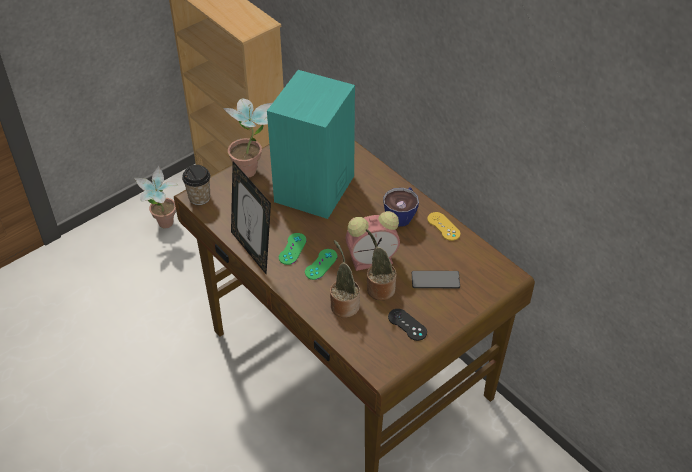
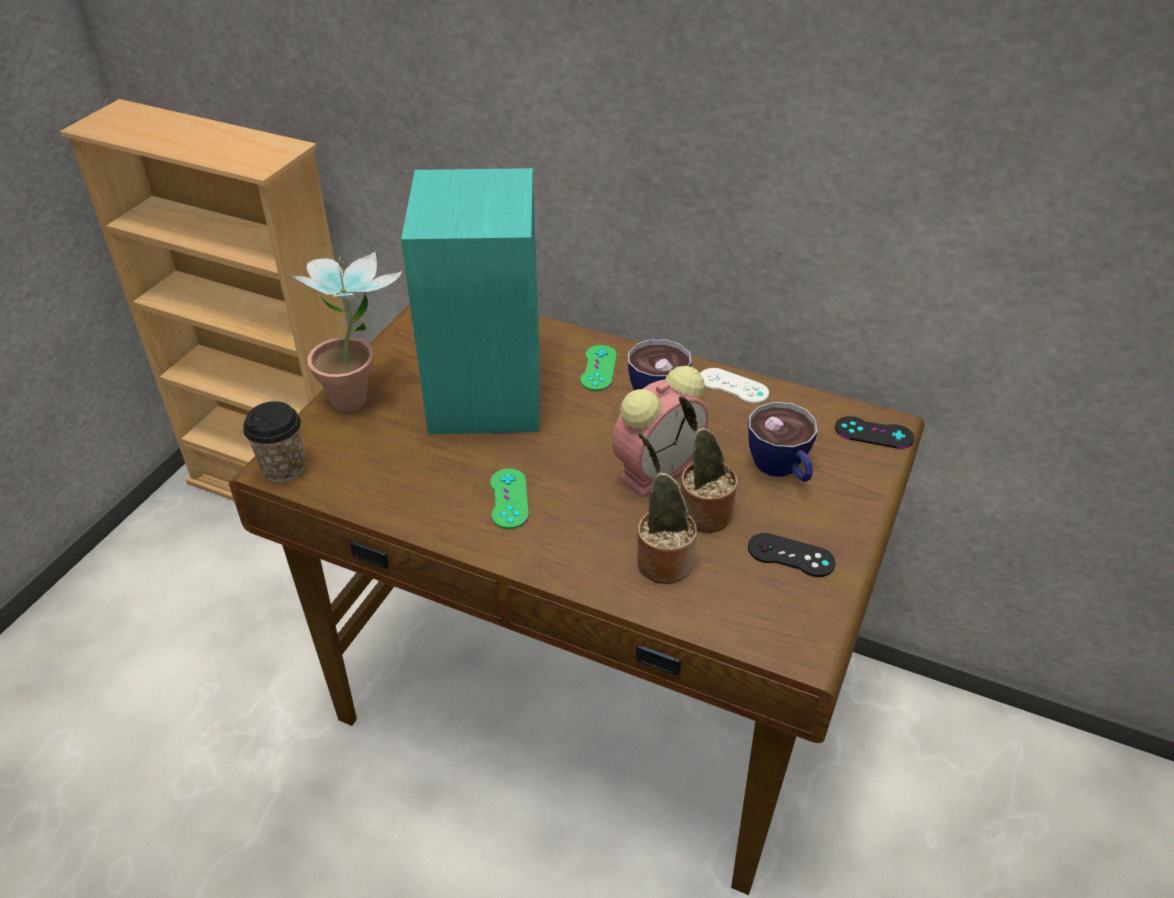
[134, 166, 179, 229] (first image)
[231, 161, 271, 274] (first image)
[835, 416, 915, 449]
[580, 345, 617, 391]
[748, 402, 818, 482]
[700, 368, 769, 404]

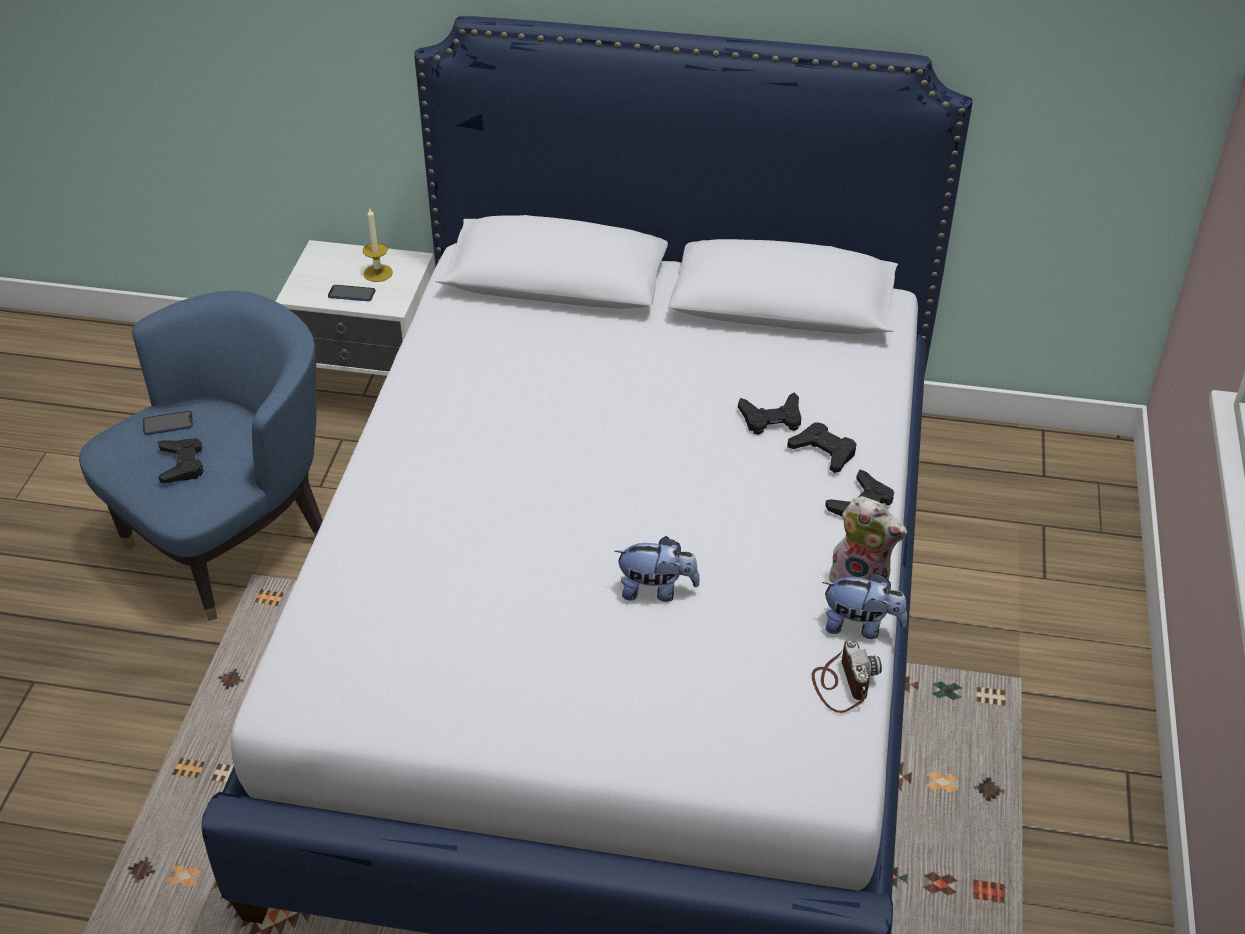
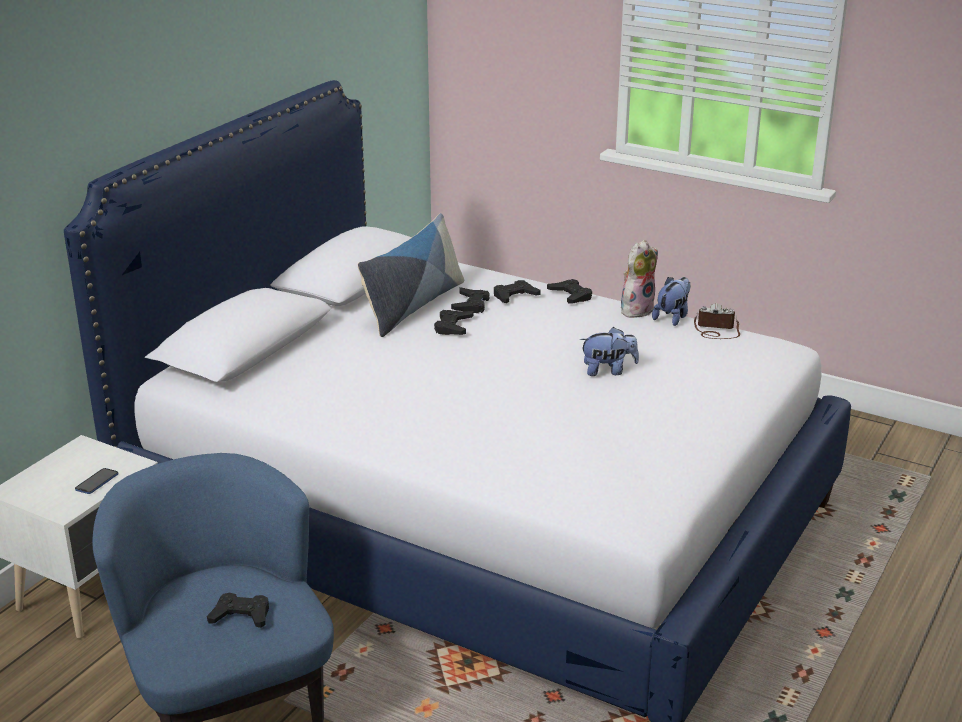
[143, 411, 193, 435] (first image)
[363, 207, 393, 282] (first image)
[358, 213, 464, 337]
[434, 310, 474, 335]
[580, 327, 639, 376]

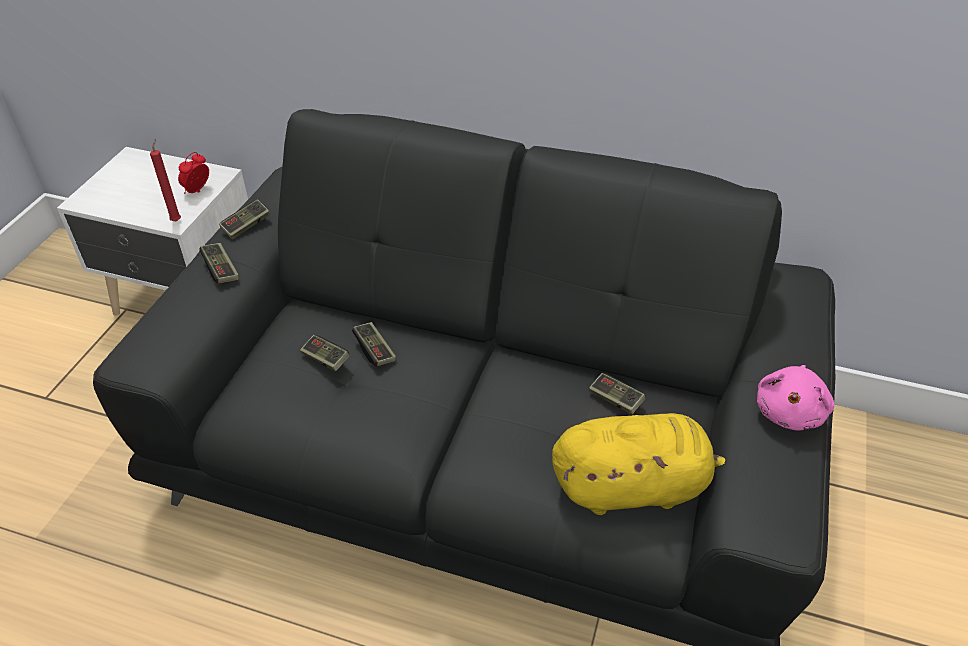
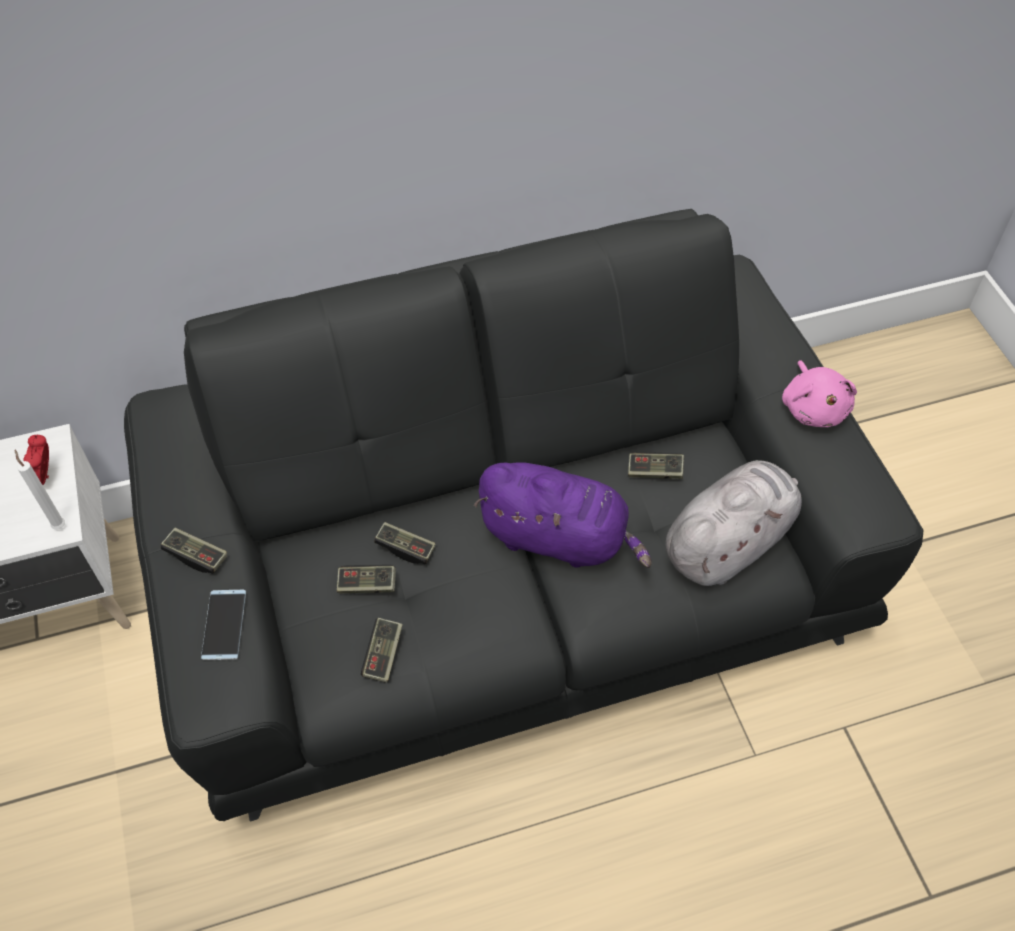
[201, 590, 246, 660]
[474, 462, 652, 568]
[361, 618, 403, 683]
[15, 450, 65, 530]
[665, 460, 802, 586]

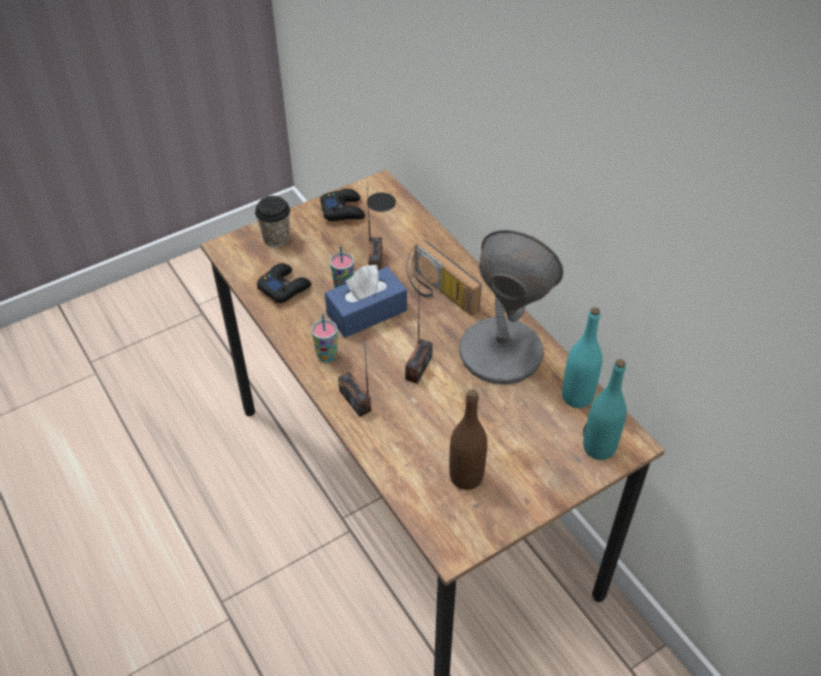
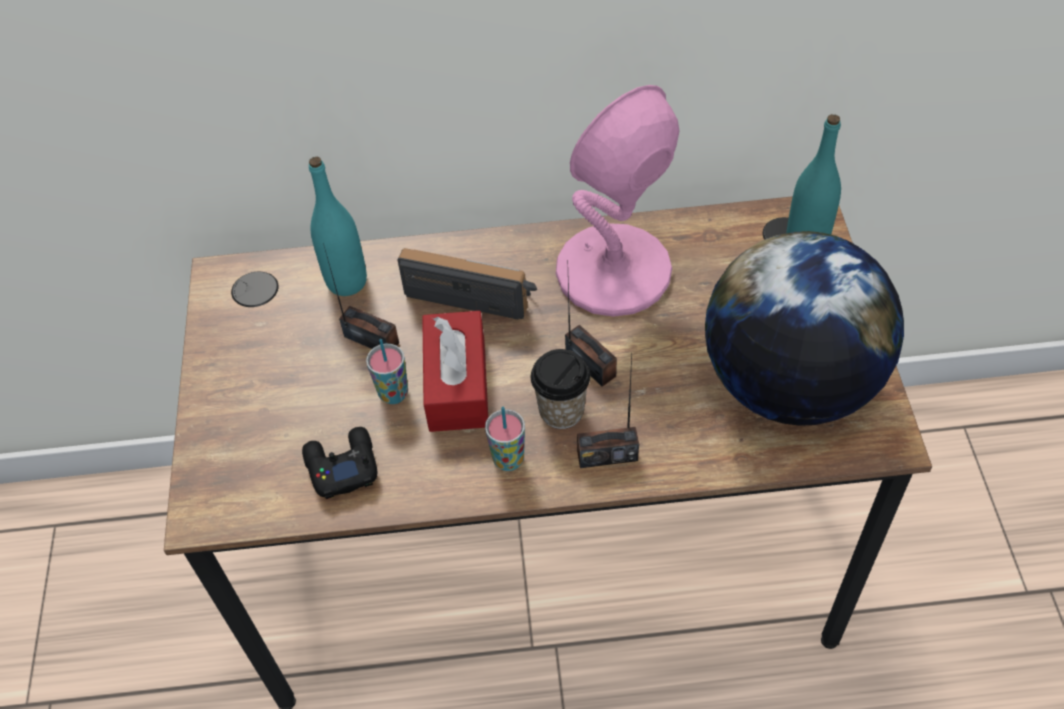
[320, 189, 365, 221] (first image)
[531, 349, 590, 429]
[309, 157, 367, 296]
[705, 231, 904, 426]
[422, 311, 488, 432]
[556, 85, 680, 317]
[398, 248, 538, 319]

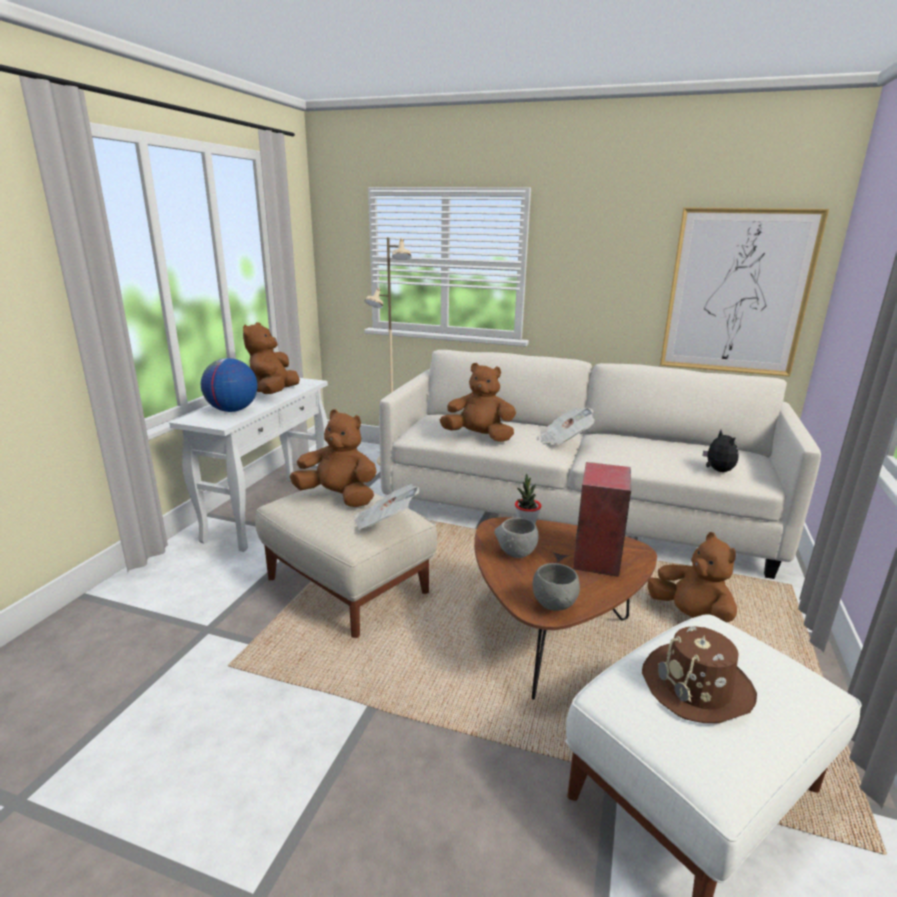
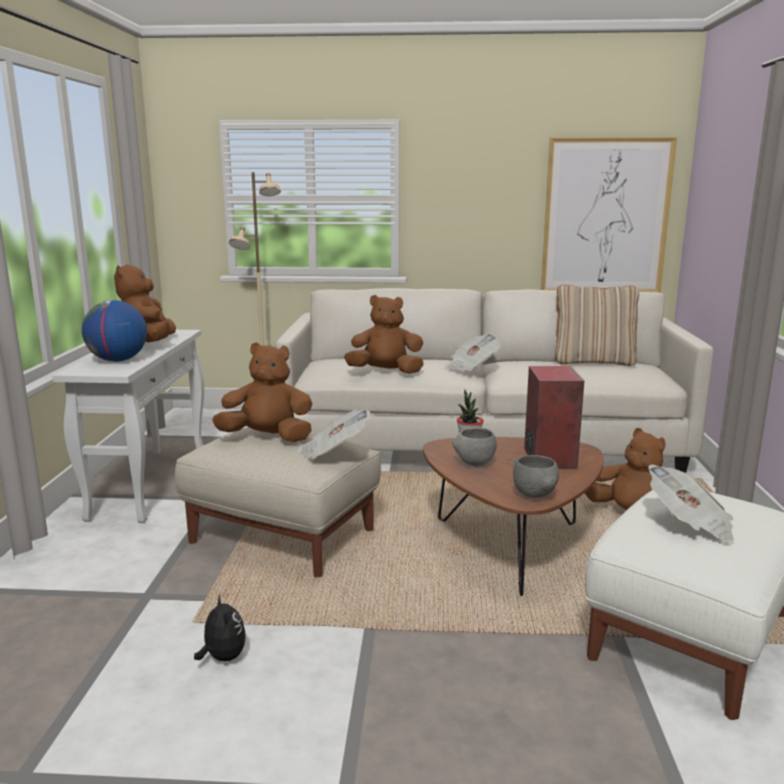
[555, 285, 639, 366]
[194, 594, 246, 661]
[648, 464, 734, 544]

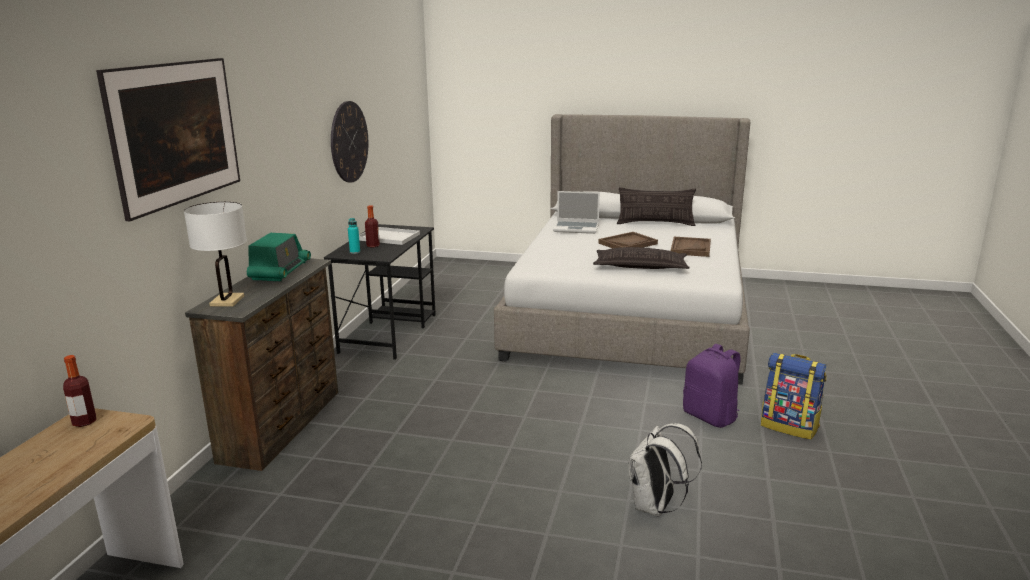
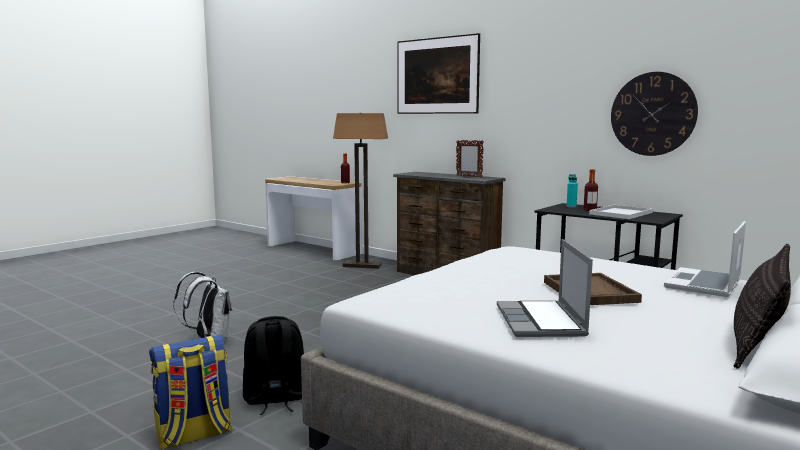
[184, 202, 247, 307] (first image)
[593, 247, 689, 269] (first image)
[333, 113, 388, 269]
[456, 140, 483, 178]
[497, 239, 593, 337]
[243, 316, 304, 415]

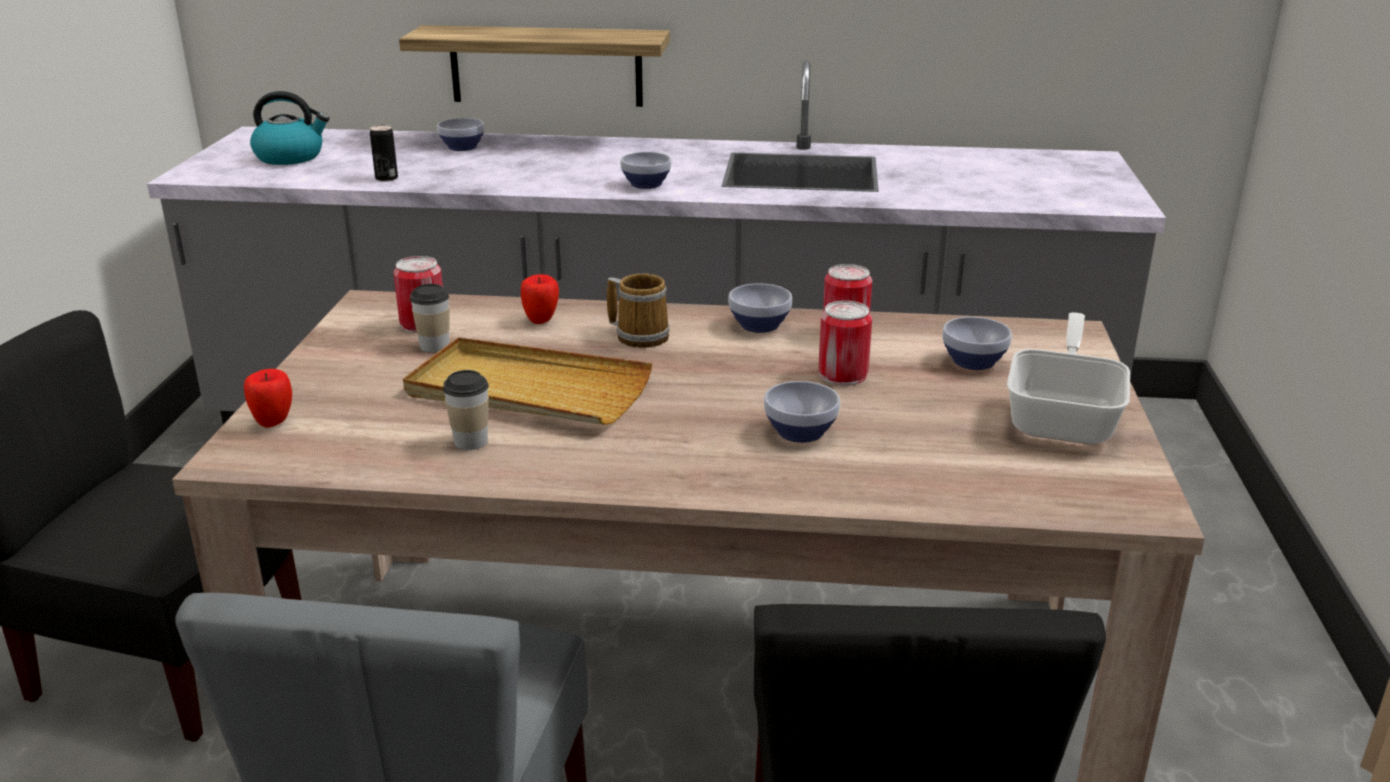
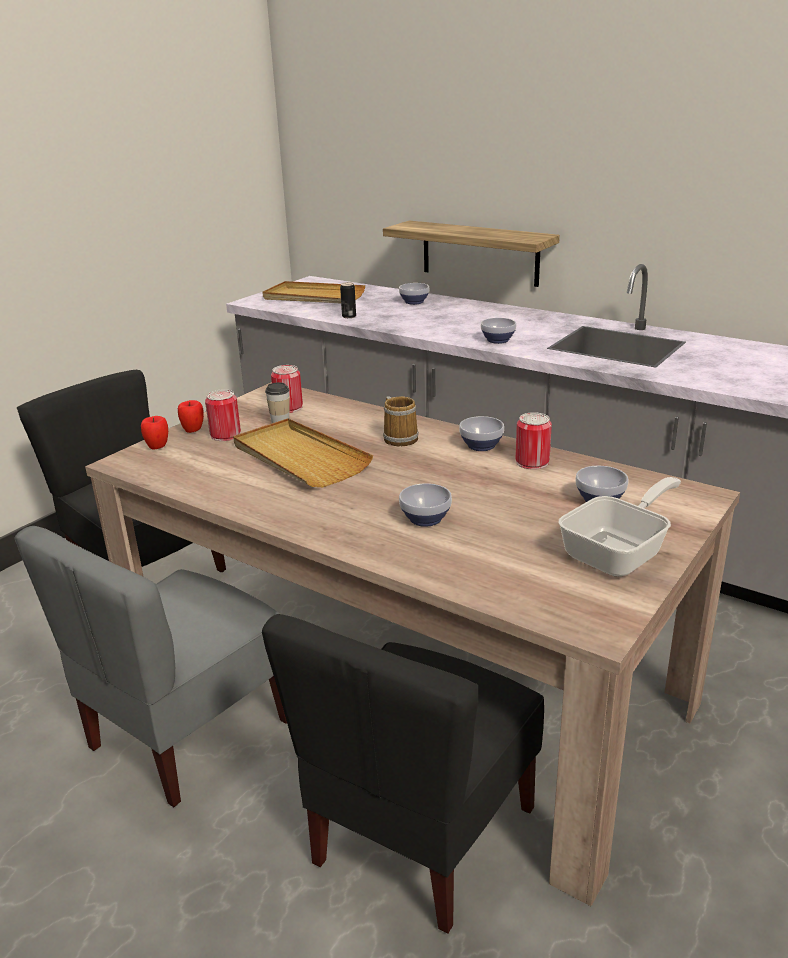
[443, 370, 489, 450] (first image)
[178, 400, 204, 433]
[205, 389, 241, 441]
[262, 281, 365, 303]

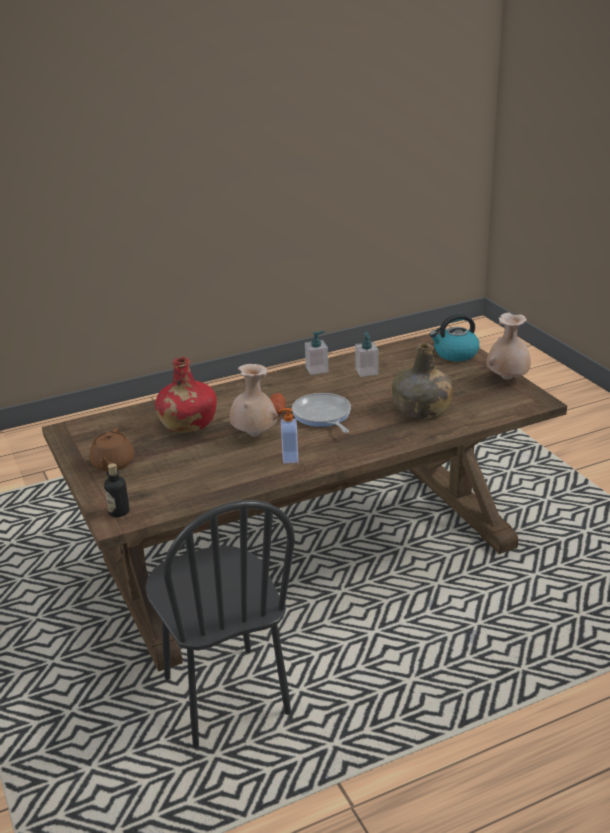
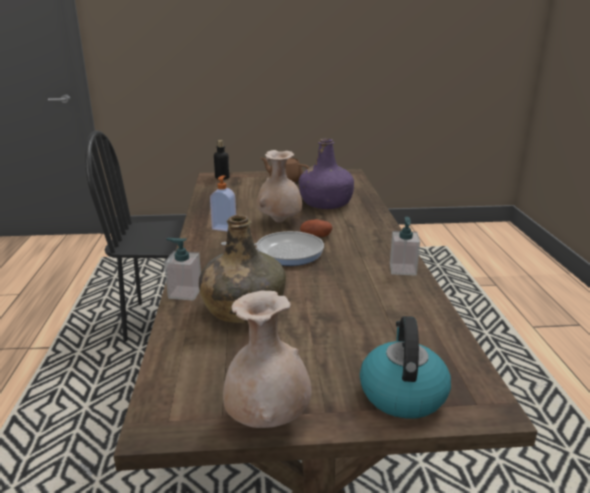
[164, 238, 201, 301]
[298, 139, 354, 209]

